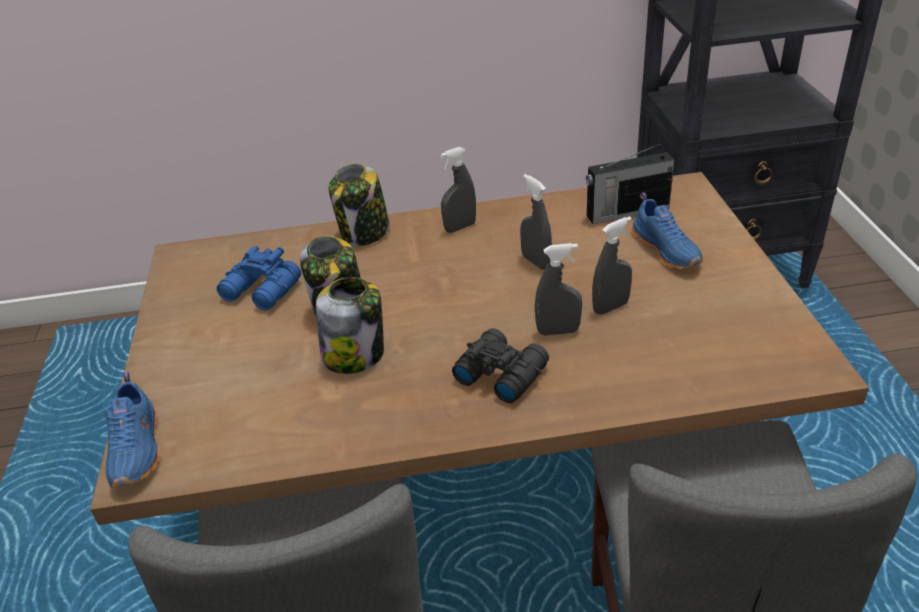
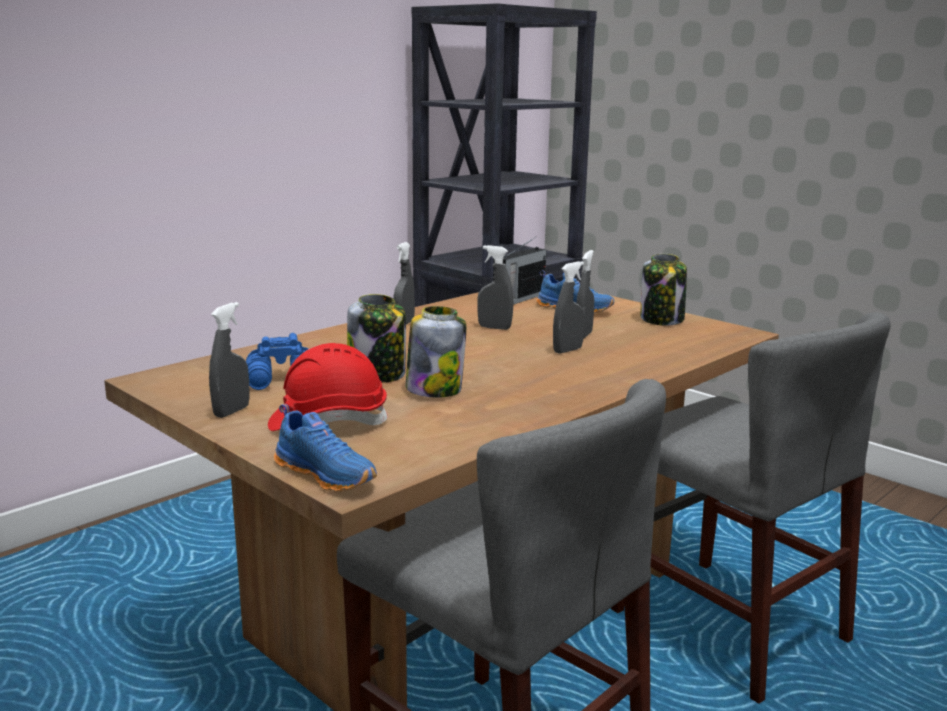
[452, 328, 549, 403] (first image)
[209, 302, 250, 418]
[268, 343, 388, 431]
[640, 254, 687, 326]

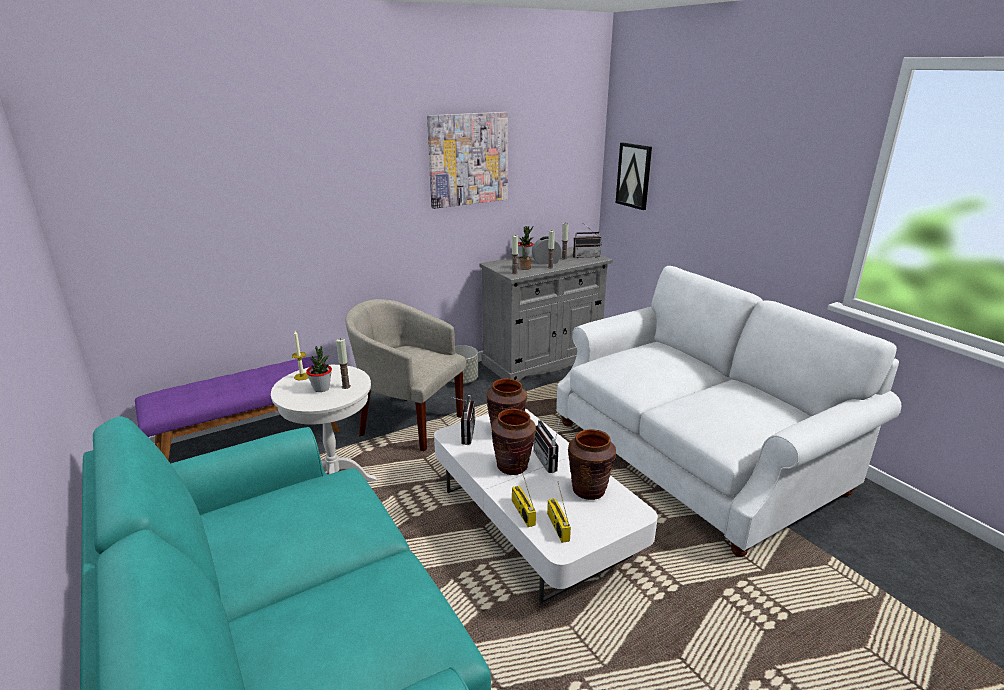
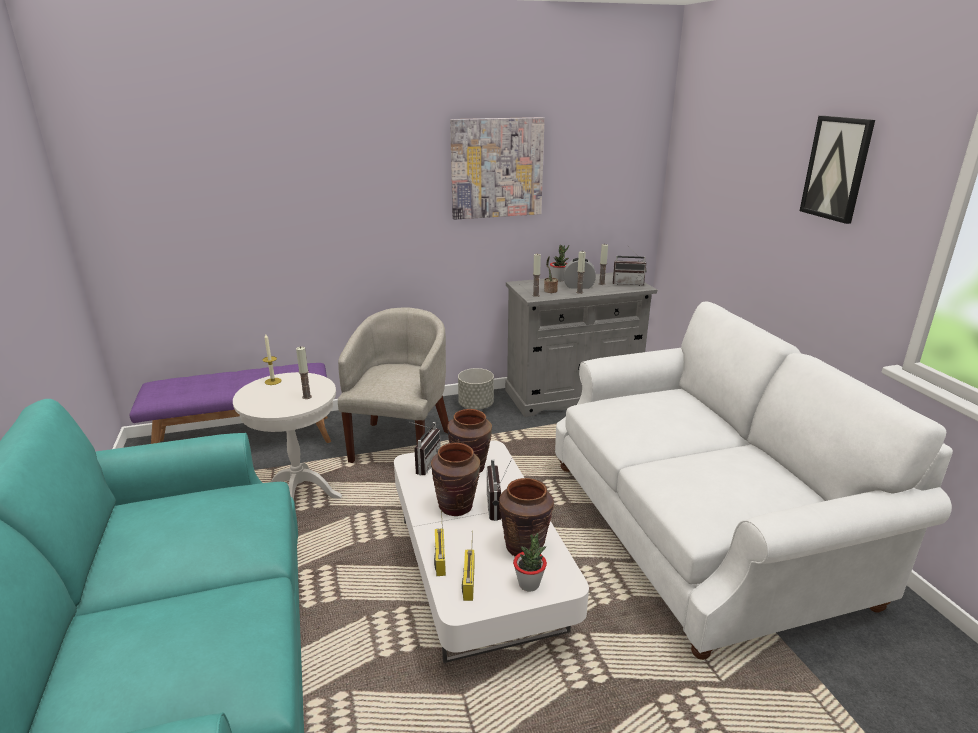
[513, 533, 547, 592]
[800, 116, 875, 224]
[338, 308, 449, 463]

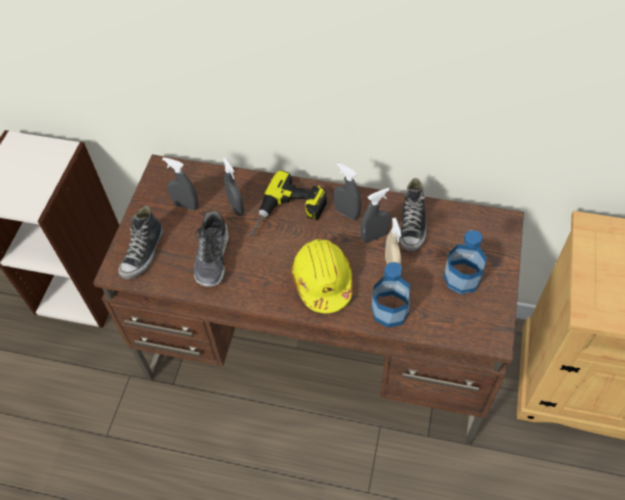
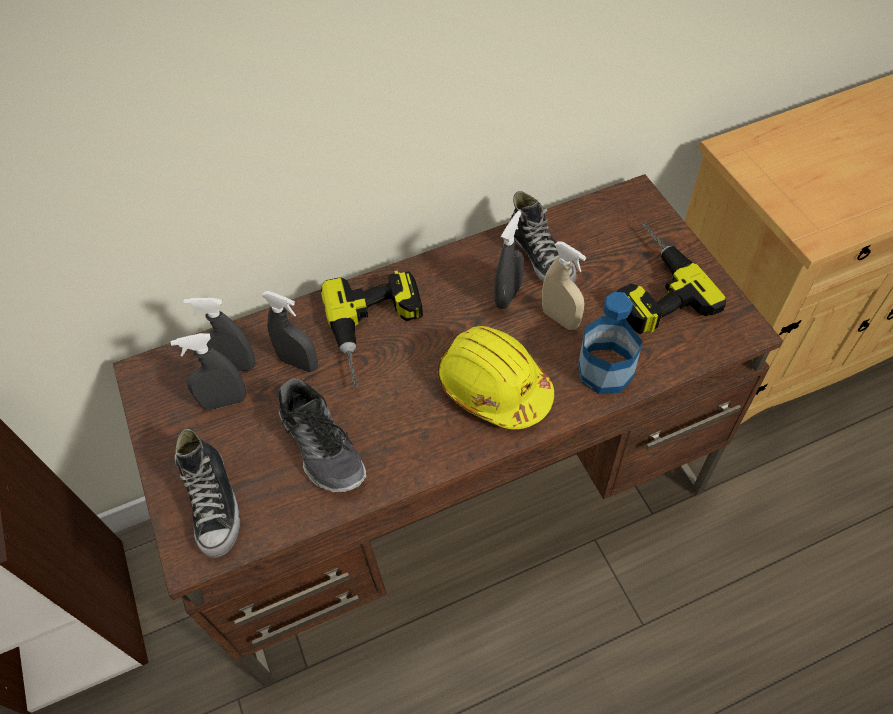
[183, 298, 256, 371]
[616, 222, 726, 334]

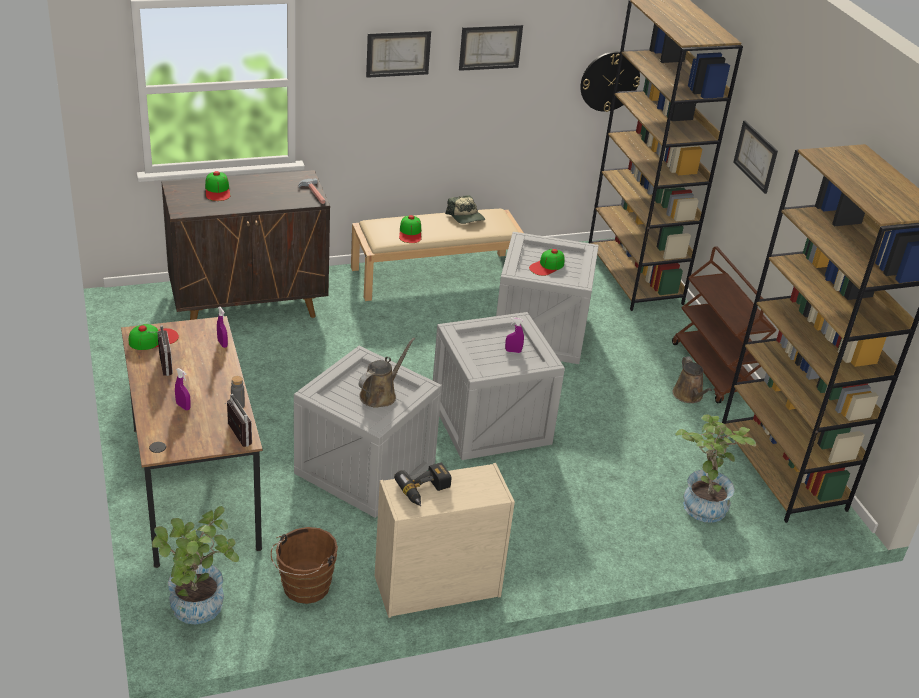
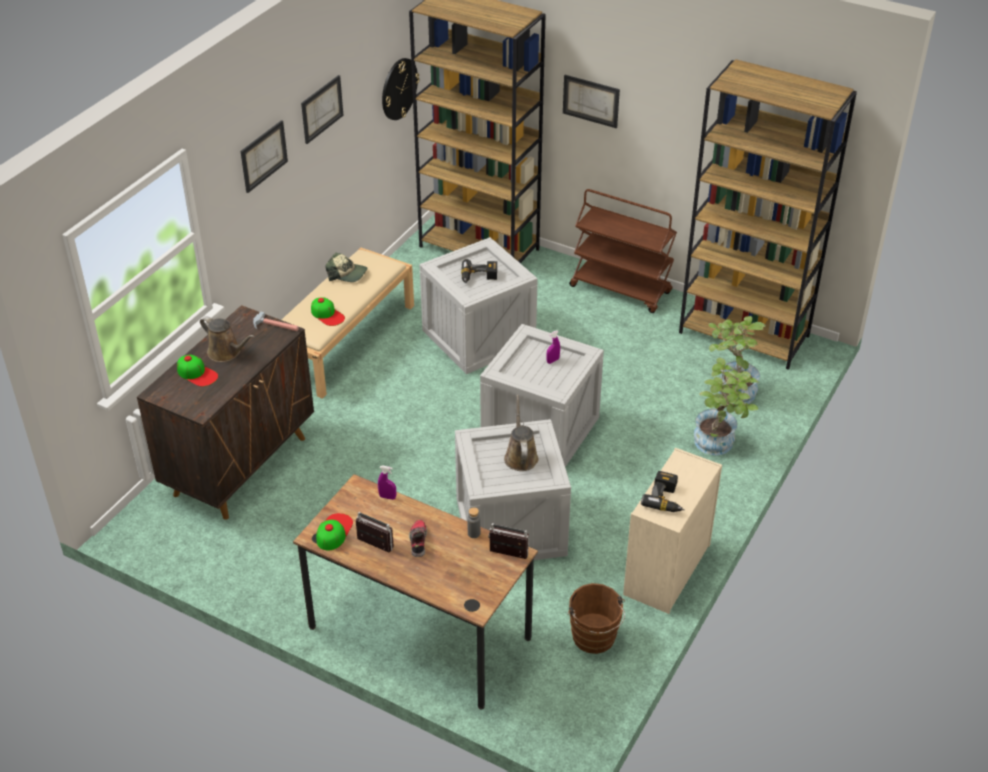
[175, 368, 191, 410] (first image)
[409, 520, 427, 557]
[694, 358, 760, 455]
[200, 316, 254, 362]
[461, 259, 497, 284]

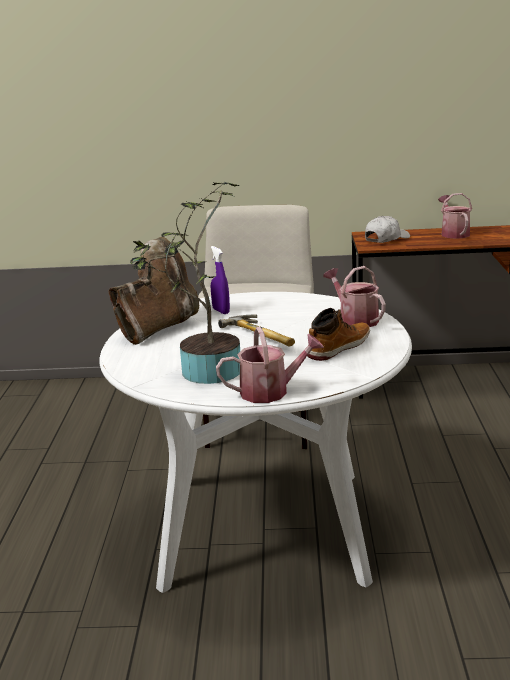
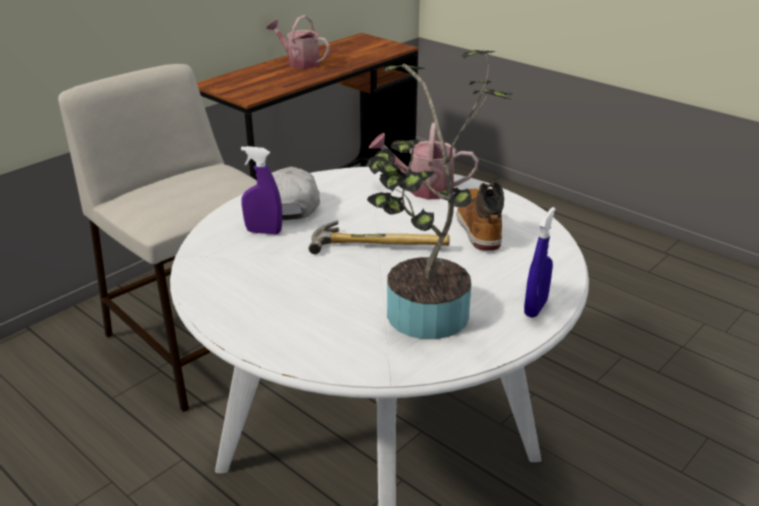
[108, 237, 199, 345] (first image)
[272, 167, 320, 220]
[524, 207, 556, 318]

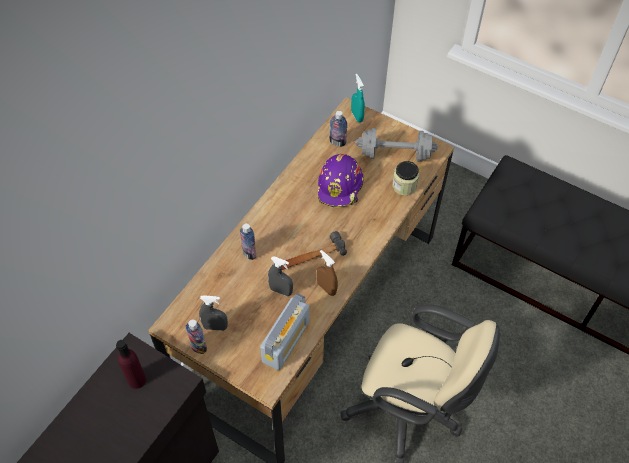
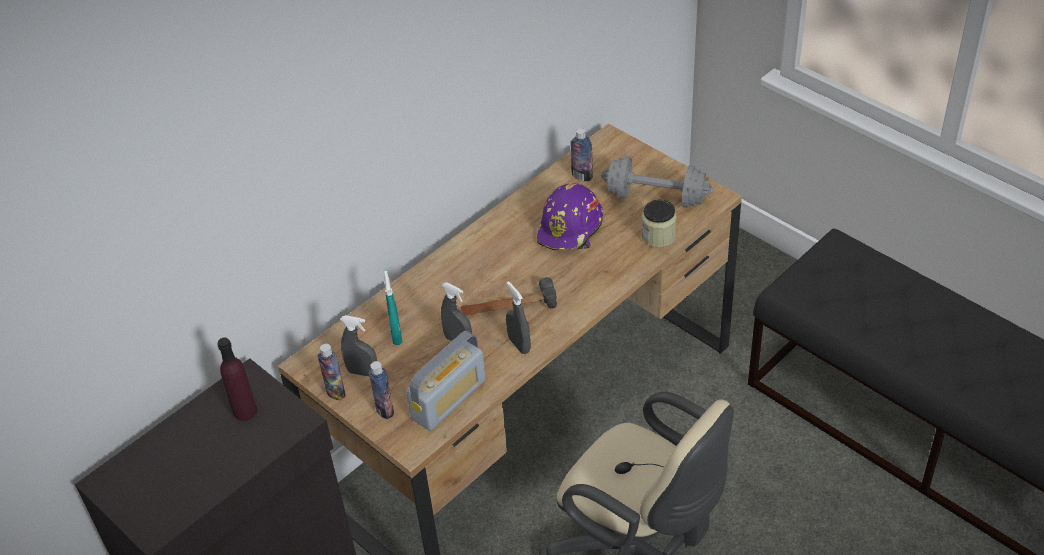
[369, 361, 394, 419]
[384, 271, 402, 345]
[506, 281, 531, 354]

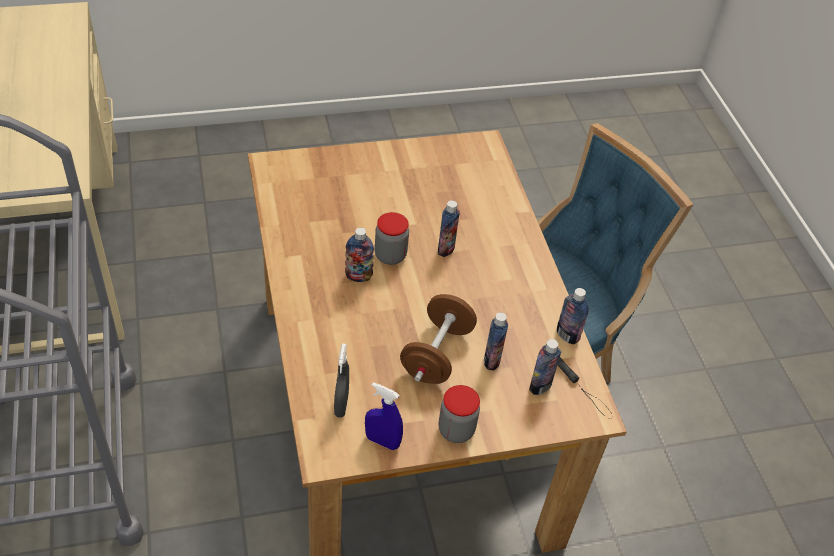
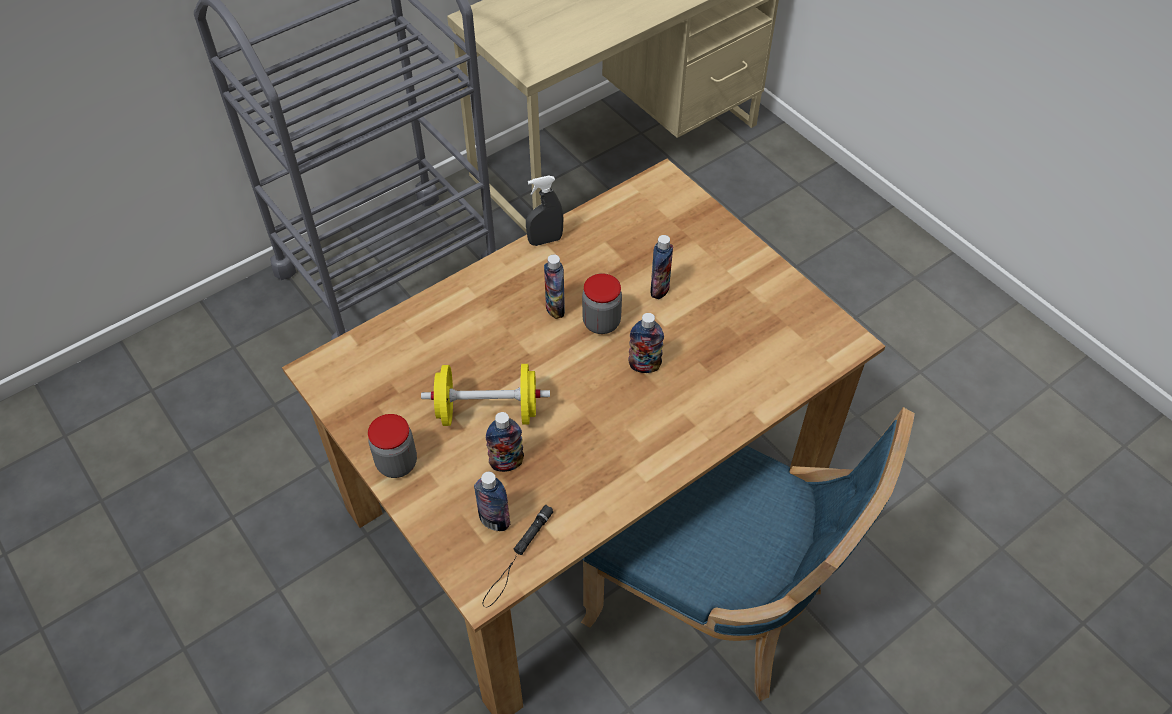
[365, 382, 403, 450] (first image)
[526, 176, 564, 246]
[650, 235, 673, 299]
[421, 364, 550, 426]

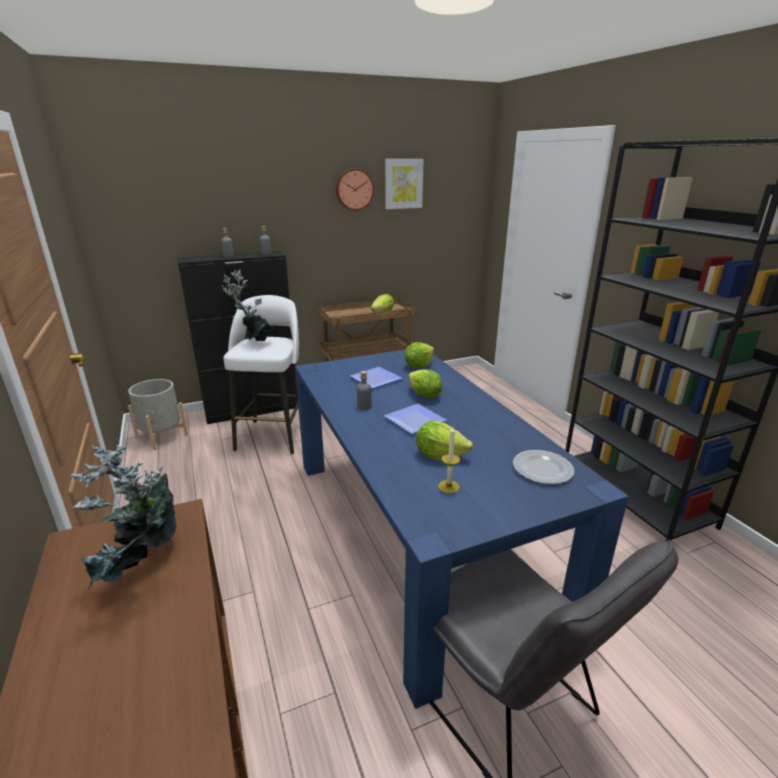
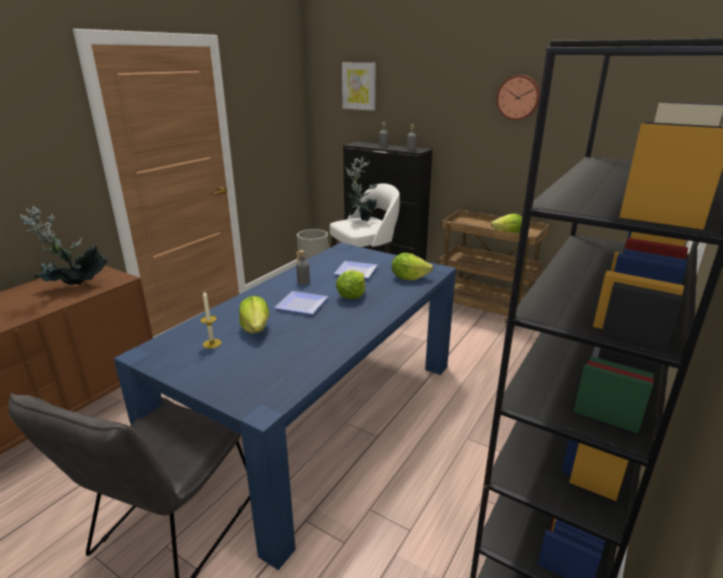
[513, 450, 575, 484] (first image)
[342, 63, 376, 111]

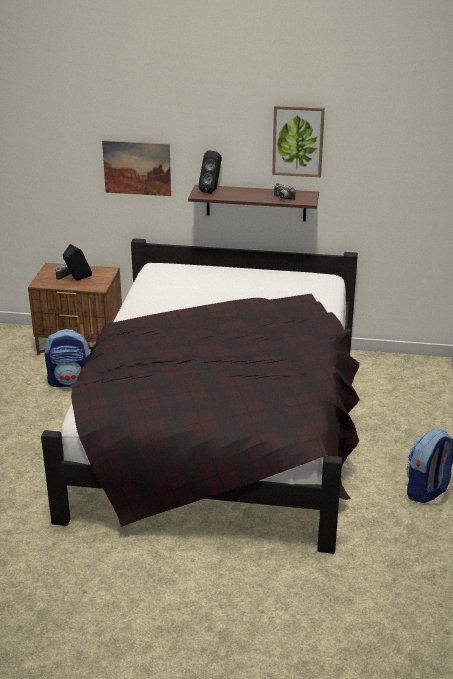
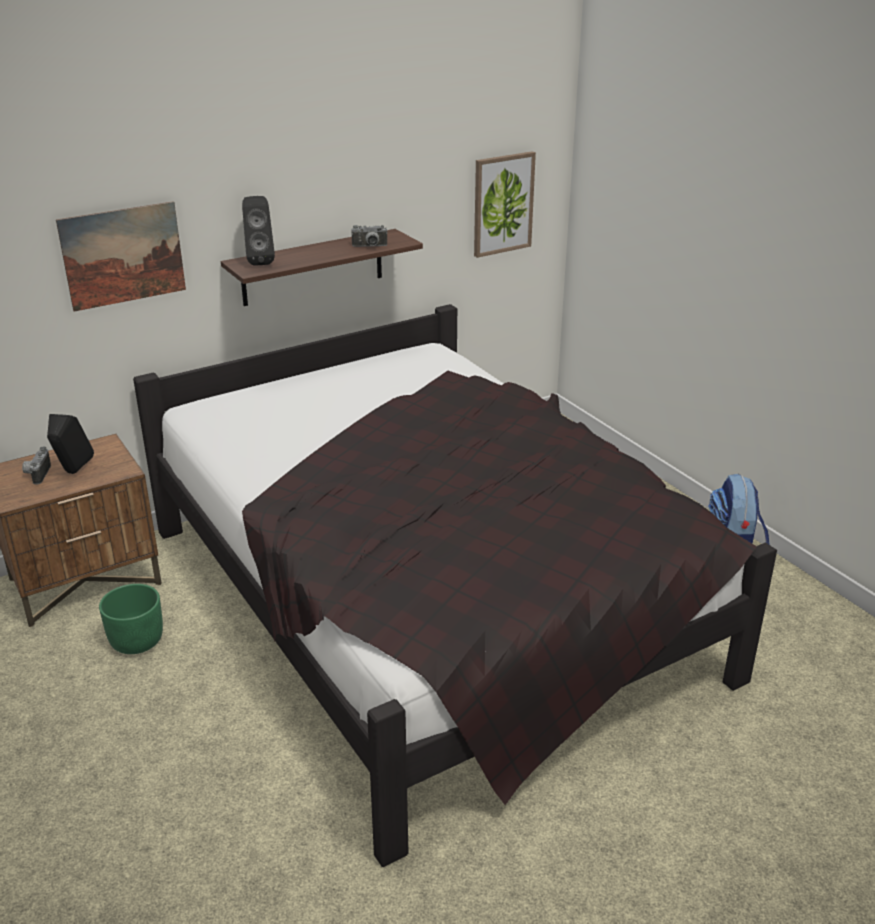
[474, 151, 536, 258]
[99, 584, 163, 654]

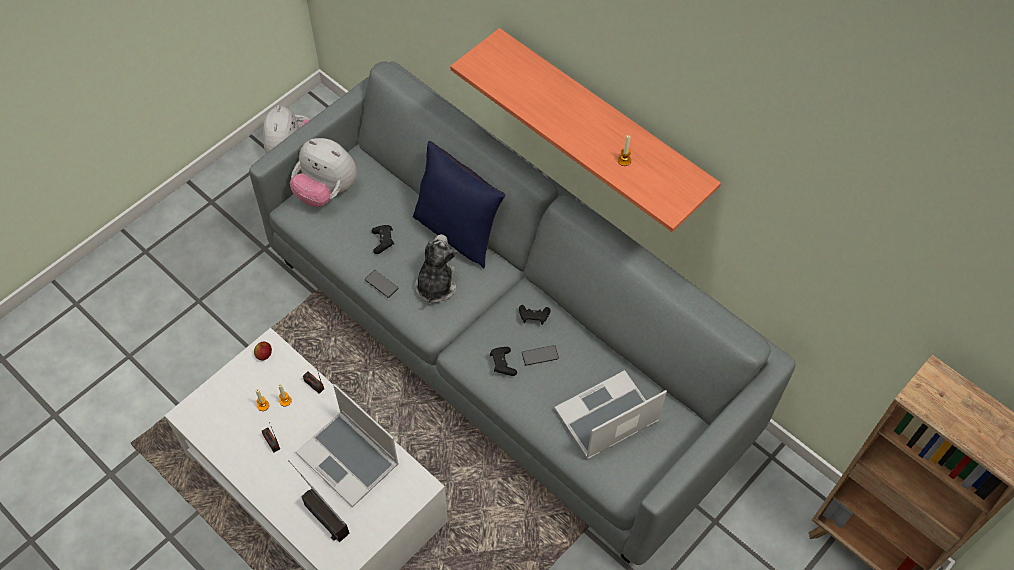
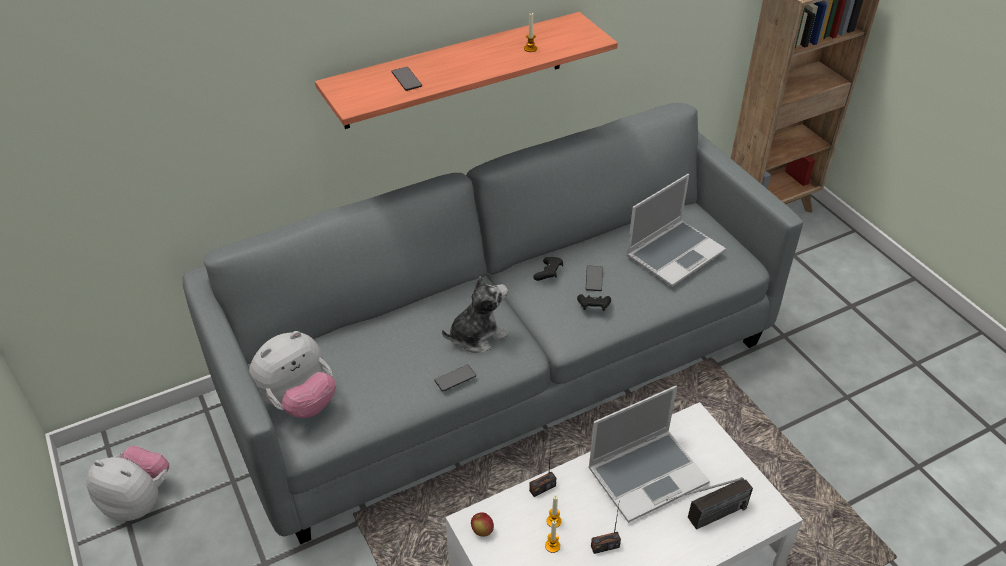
[372, 225, 394, 254] (first image)
[413, 141, 505, 269] (first image)
[391, 67, 422, 91]
[442, 276, 508, 353]
[626, 174, 726, 287]

